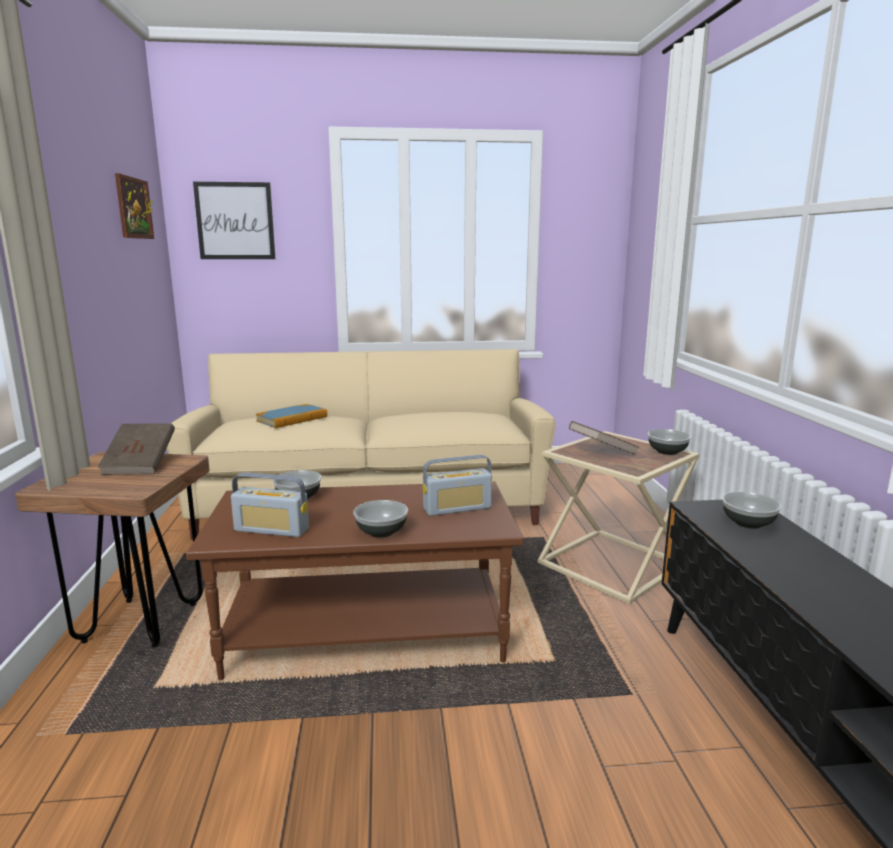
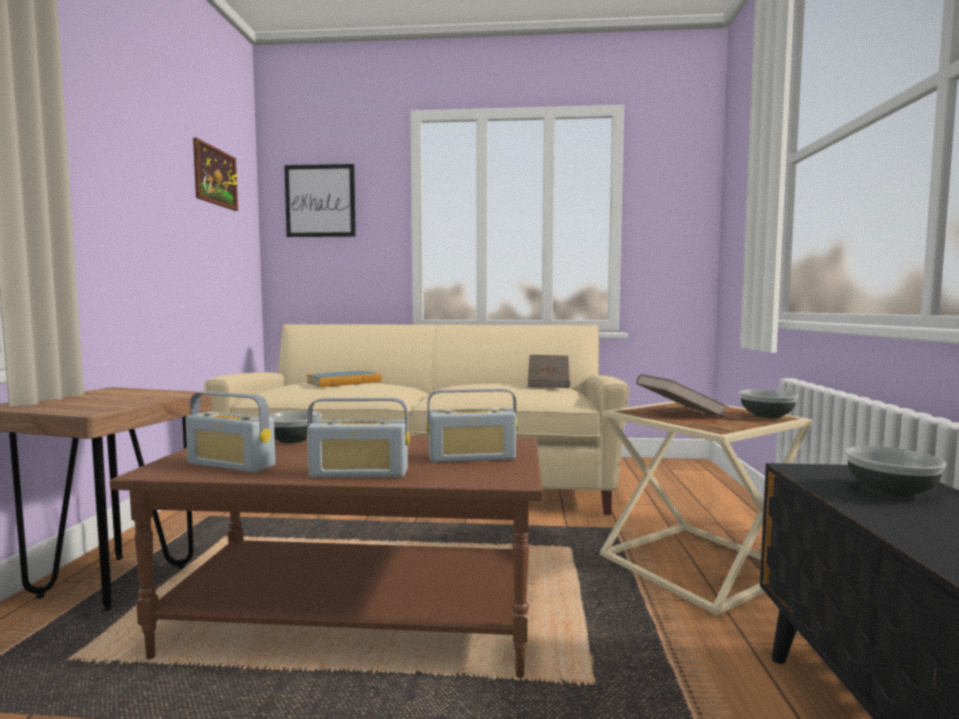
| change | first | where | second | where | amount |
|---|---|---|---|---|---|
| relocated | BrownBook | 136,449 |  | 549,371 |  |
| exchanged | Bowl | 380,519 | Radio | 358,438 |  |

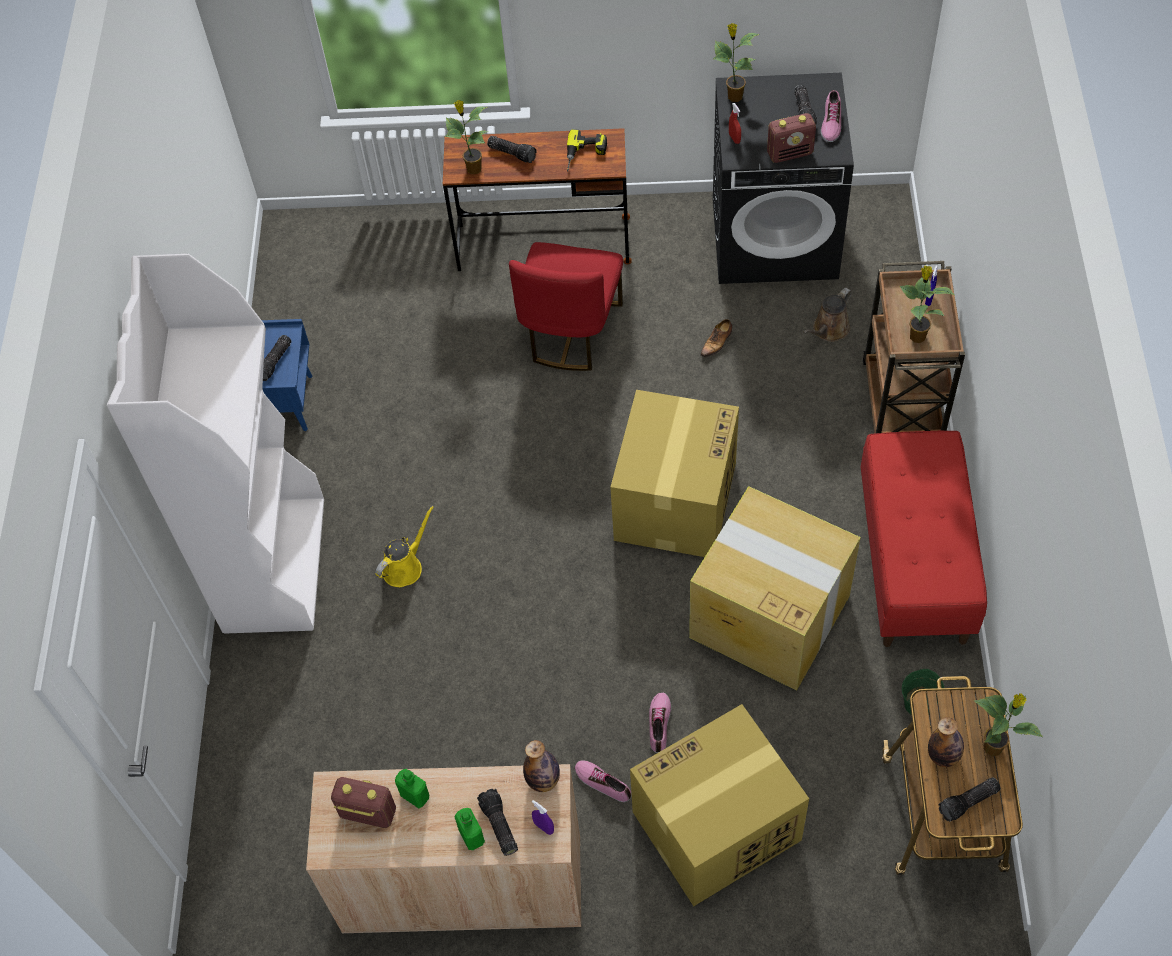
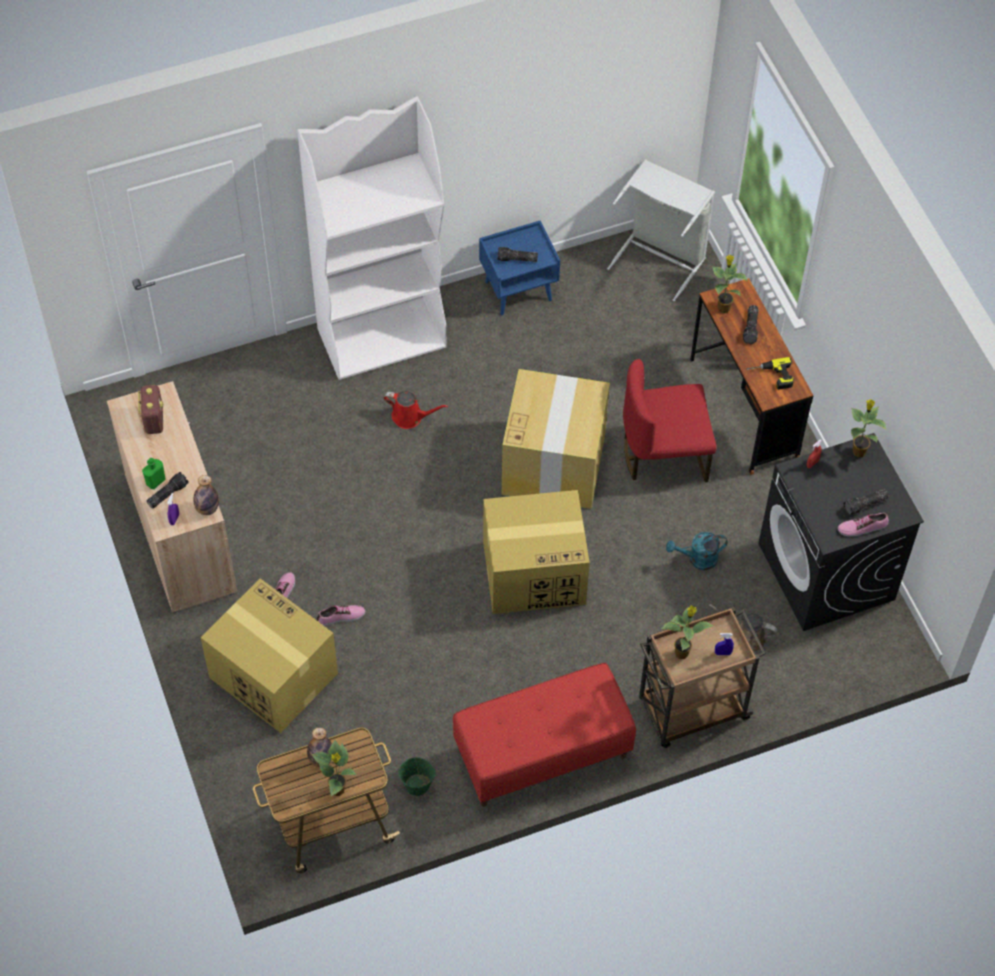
| change | first | where | second | where | amount |
|---|---|---|---|---|---|
| colour | YellowWateringCan | 404,546 | RedWateringCan | 416,410 |  |
| missing | GreenBottle | 412,789 |  |  |  |
| relocated | CardboardBox | 775,588 |  | 556,439 |  |
| exchanged | Shoe | 716,338 | TurquoiseWateringCan | 696,551 |  |
| missing | Radio | 791,138 |  |  |  |
| missing | Flashlight | 969,799 |  |  |  |
| appeared |  |  | GreyLaundryBasket | 661,230 |  |

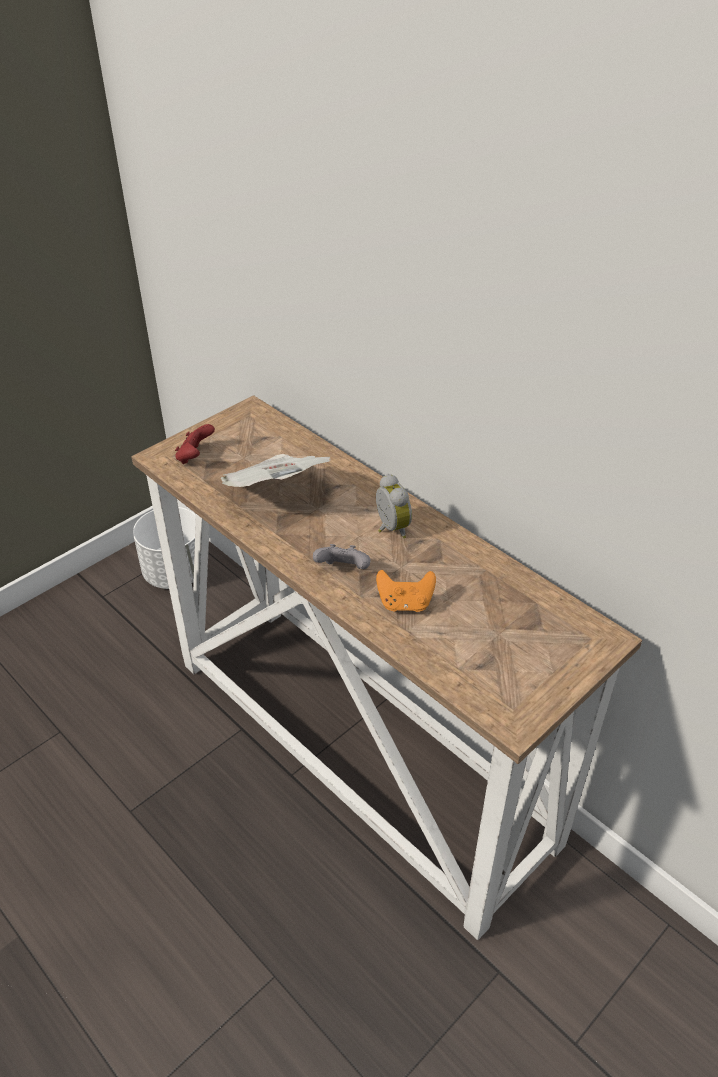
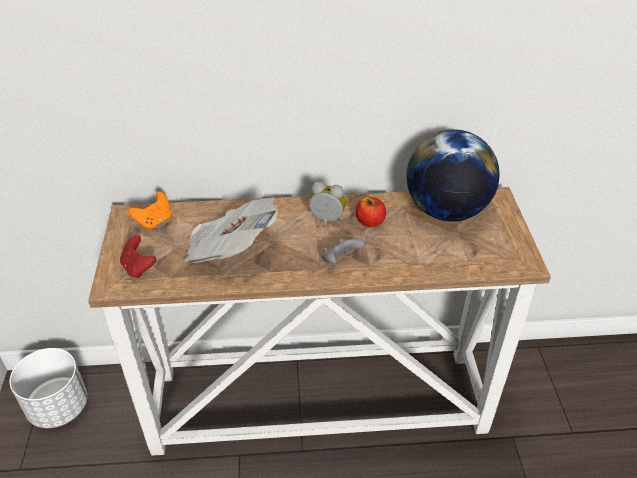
| change | first | where | second | where | amount |
|---|---|---|---|---|---|
| relocated | OrangeGameController | 406,591 |  | 150,211 |  |
| appeared |  |  | Apple | 371,212 |  |
| appeared |  |  | Globe | 453,175 |  |

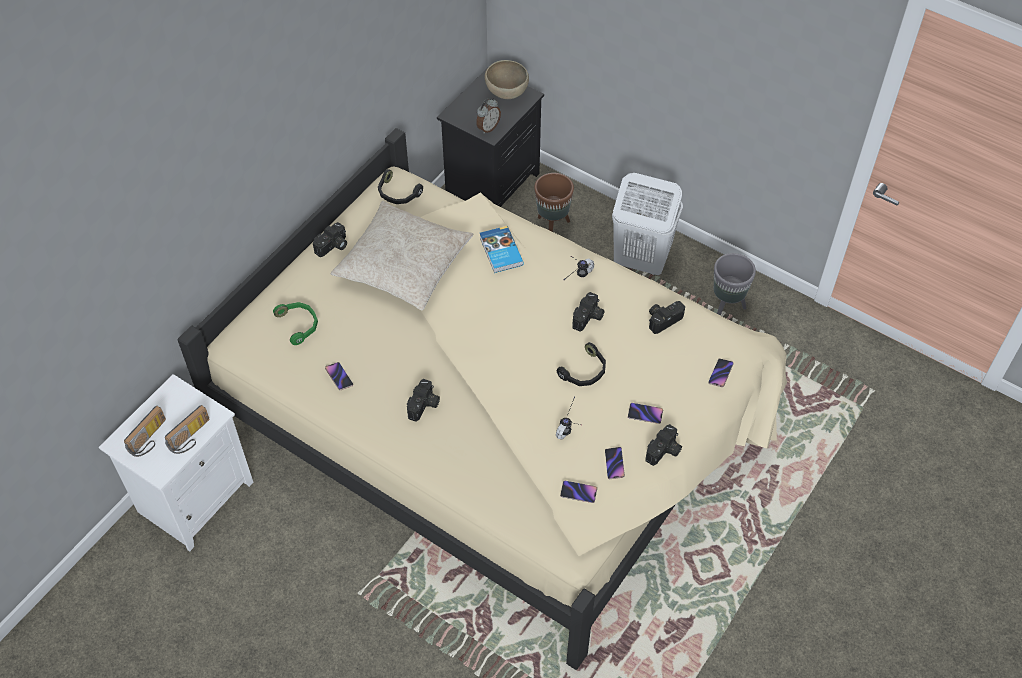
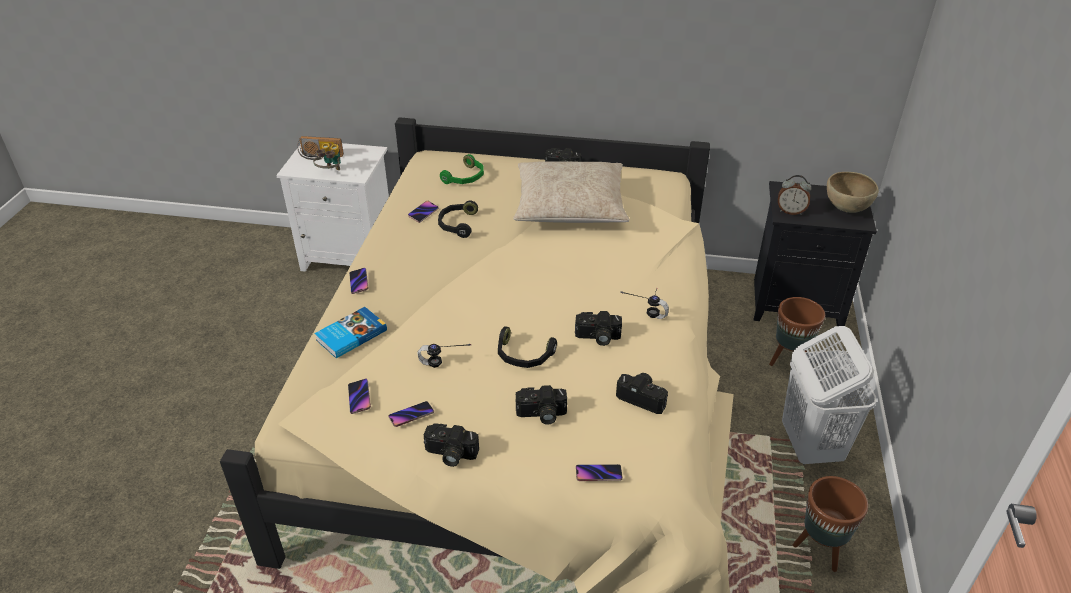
| change | first | where | second | where | amount |
|---|---|---|---|---|---|
| exchanged | Radio | 187,429 | Binoculars | 327,156 |  |
| relocated | BlackHeadphones | 400,186 |  | 458,219 |  |
| relocated | PhotoCamera | 423,400 |  | 541,405 |  |
| relocated | Book | 502,249 |  | 350,332 |  |
| relocated | Phone | 645,413 |  | 359,281 |  |
| colour | GreyPlanter | 734,284 | BrownPlanter | 830,524 |  |

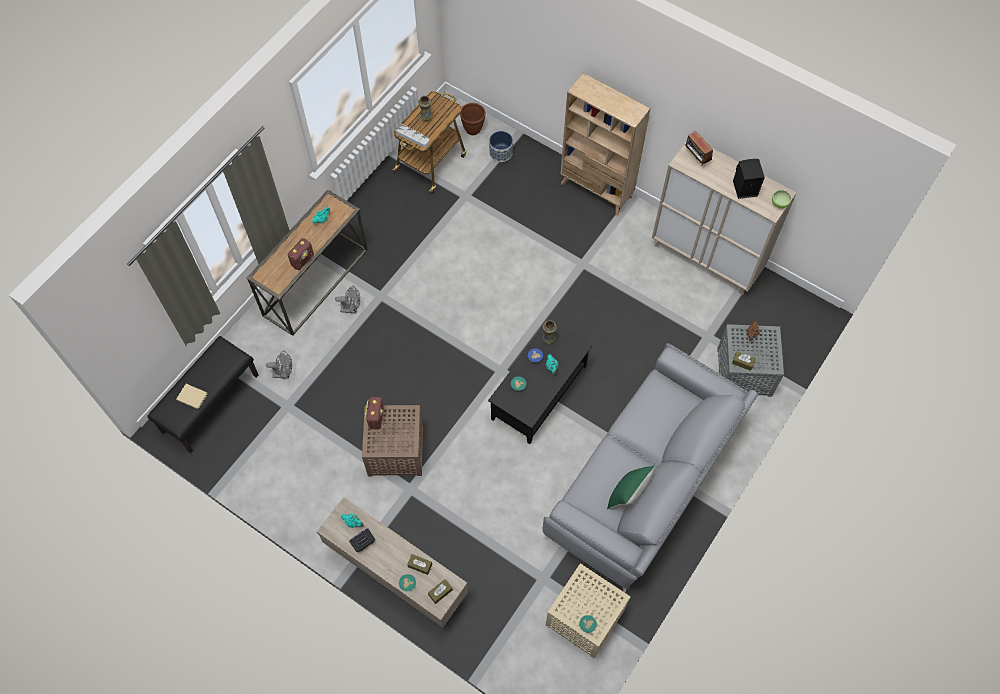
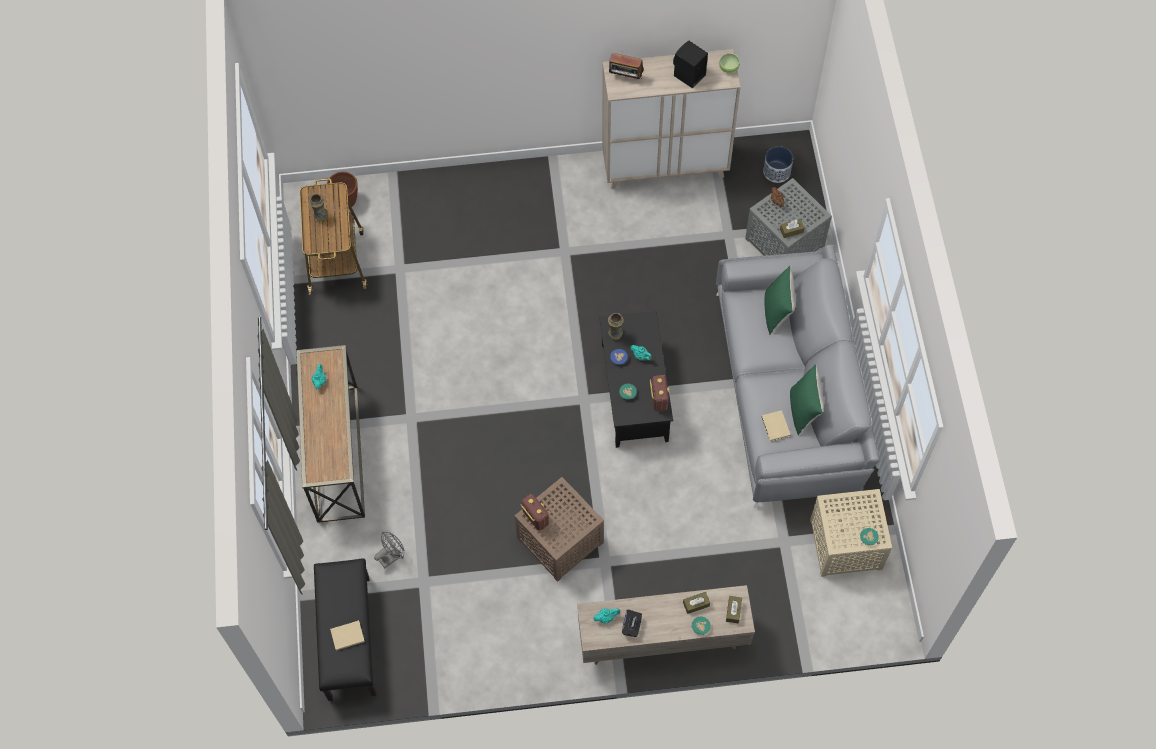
| change | first | where | second | where | amount |
|---|---|---|---|---|---|
| relocated | Radio | 301,254 |  | 660,393 |  |
| missing | GreyFan | 347,299 |  |  |  |
| missing | GreyTray | 412,136 |  |  |  |
| relocated | Planter | 501,146 |  | 778,164 |  |
| missing | BeigeBookcase | 605,144 |  |  |  |
| appeared |  |  | BeigeBook | 776,425 |  |
| appeared |  |  | GreenPillow | 780,300 |  |

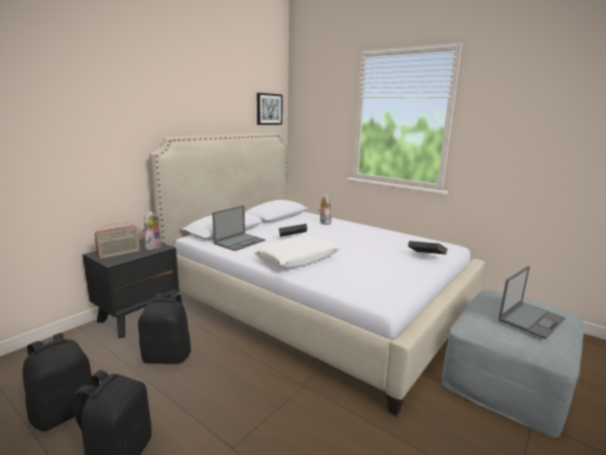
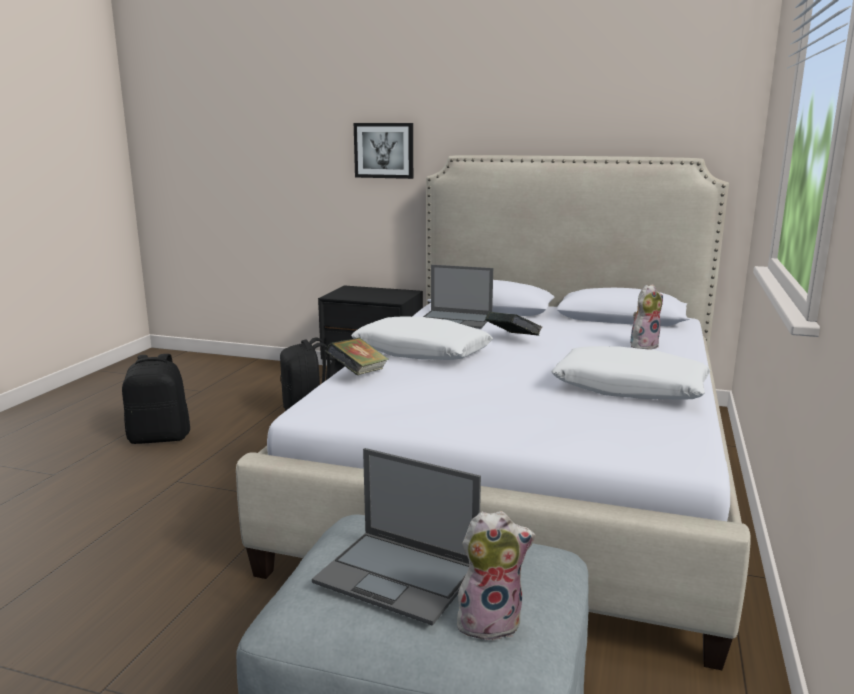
| change | first | where | second | where | amount |
|---|---|---|---|---|---|
| missing | BlackBackpack | 57,382 |  |  |  |
| missing | Radio | 117,240 |  |  |  |
| relocated | PlushToy | 151,230 |  | 496,576 |  |
| relocated | Picture | 270,109 |  | 383,151 |  |
| relocated | Book | 427,247 |  | 357,356 |  |
| appeared |  |  | WhitePillow | 630,373 |  |

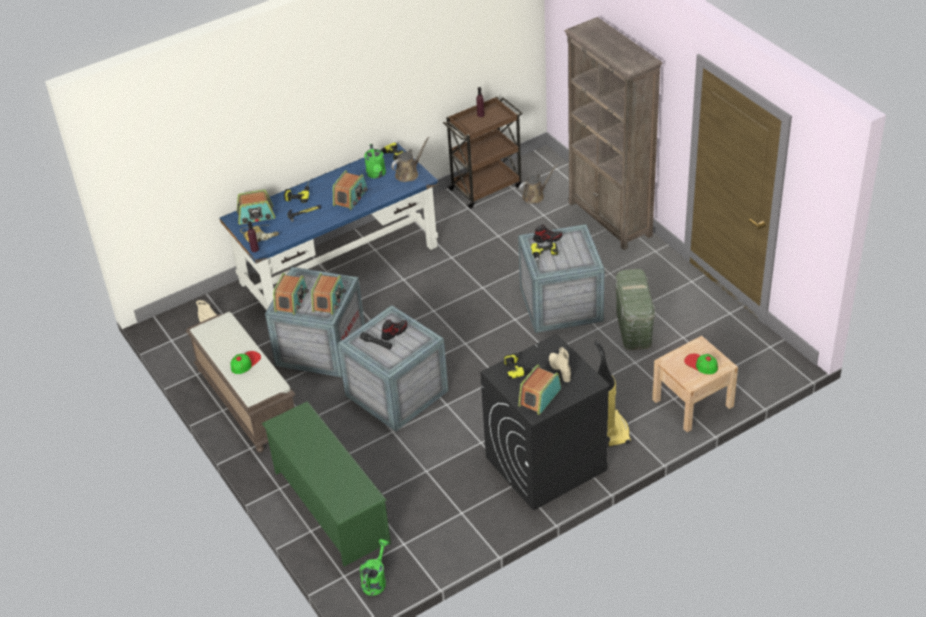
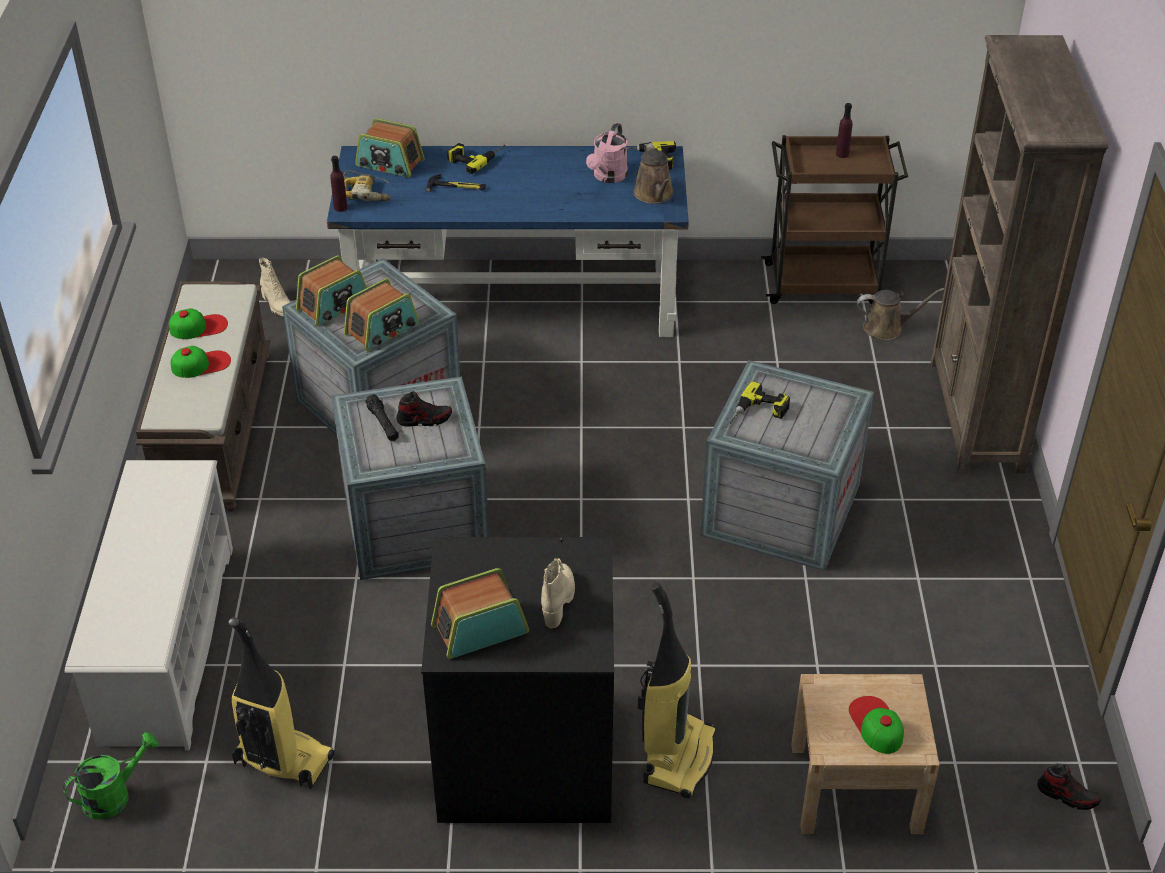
| change | first | where | second | where | amount |
|---|---|---|---|---|---|
| colour | GreenShoeRack | 326,484 | WhiteShoeRack | 149,605 |  |
| missing | Radio | 350,190 |  |  |  |
| colour | GreenWateringCan | 375,161 | PinkWateringCan | 607,153 |  |
| spun | BrownWateringCan | 410,159 |  | 654,173 | 90 degrees clockwise |
| missing | PowerDrill | 525,366 |  |  |  |
| relocated | Shoe | 548,233 |  | 1069,786 |  |
| missing | GreenStorageBox | 635,309 |  |  |  |
| appeared |  |  | Cap | 198,323 |  |
| appeared |  |  | VacuumCleaner | 282,703 |  |

